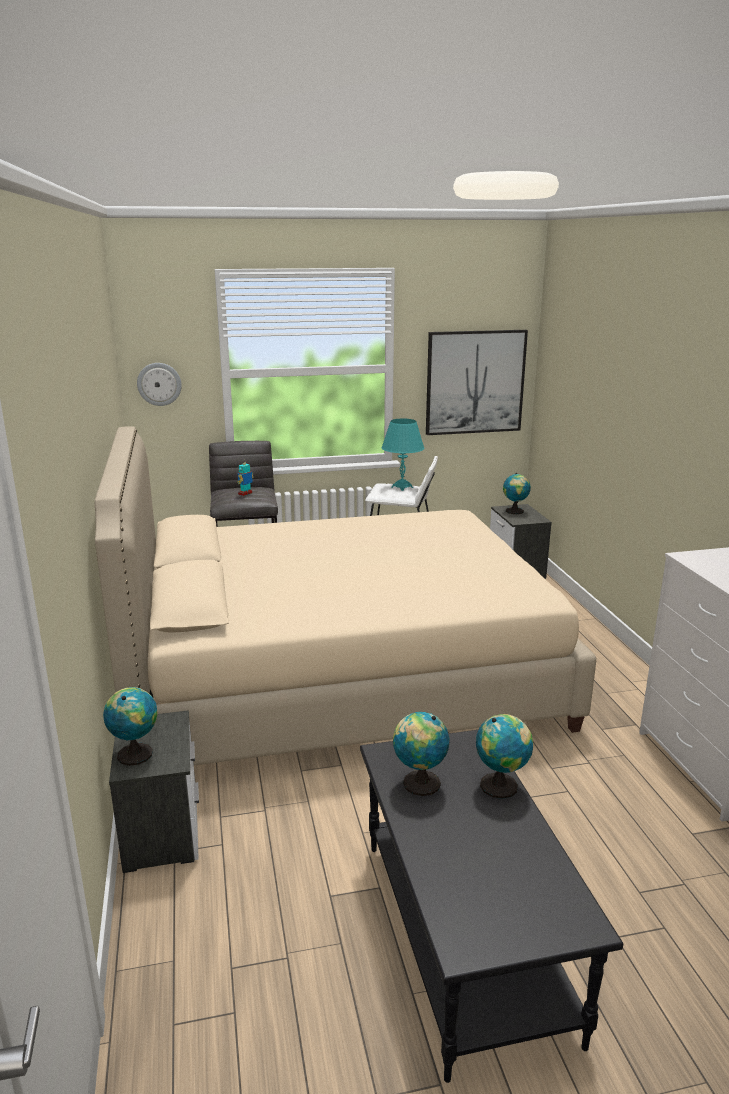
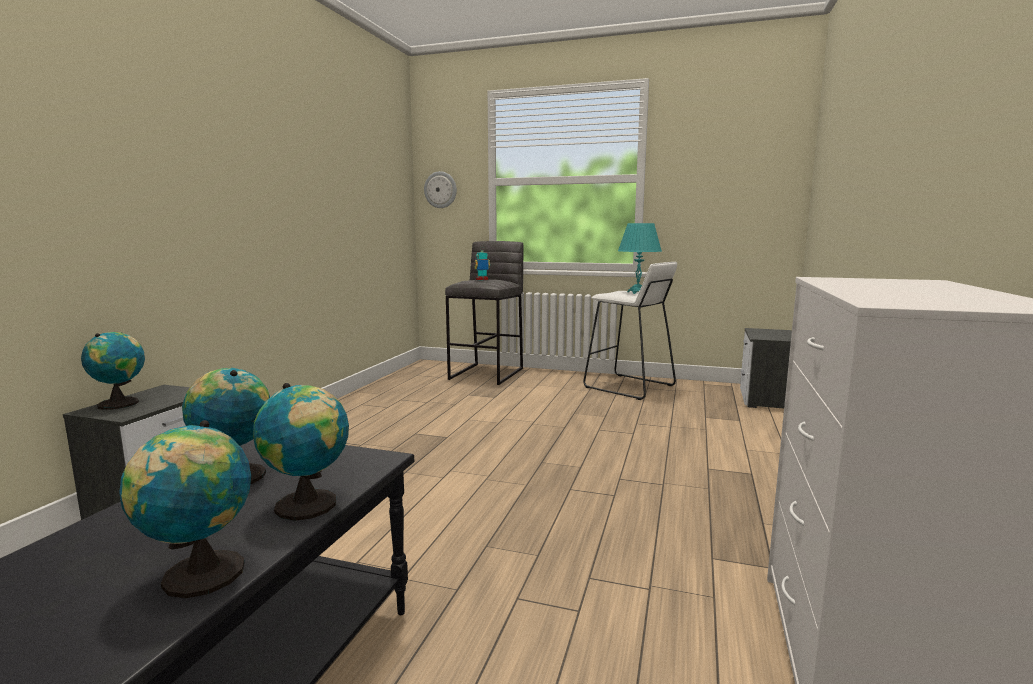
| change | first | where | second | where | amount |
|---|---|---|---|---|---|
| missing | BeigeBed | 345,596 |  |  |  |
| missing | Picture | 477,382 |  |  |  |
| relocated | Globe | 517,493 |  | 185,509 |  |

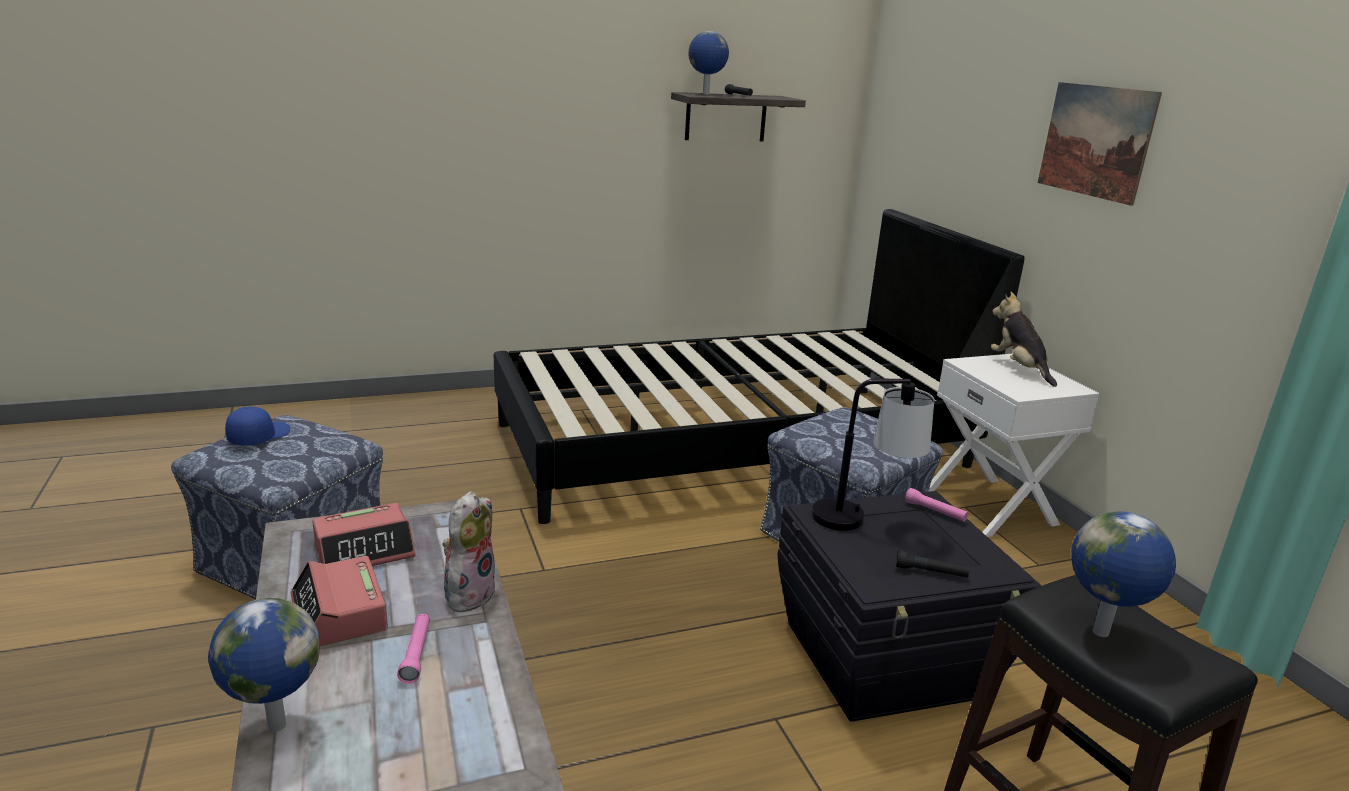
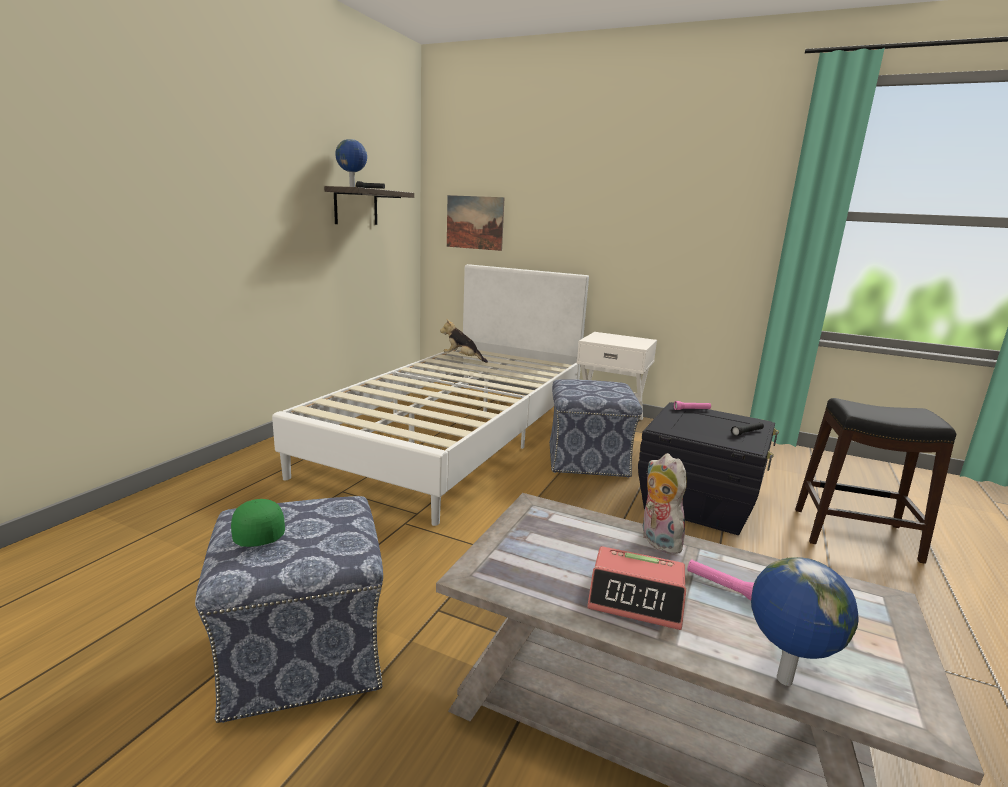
| change | first | where | second | where | amount |
|---|---|---|---|---|---|
| colour | BlueCap | 257,426 | GreenCap | 258,523 |  |
| missing | AlarmClock | 363,534 |  |  |  |
| colour | BlackBed | 759,366 | WhiteBed | 430,395 |  |
| missing | TableLamp | 872,455 |  |  |  |
| relocated | PlushToy | 1024,339 |  | 464,341 |  |
| relocated | Picture | 1100,144 |  | 476,223 |  |
| missing | Globe | 1123,574 |  |  |  |

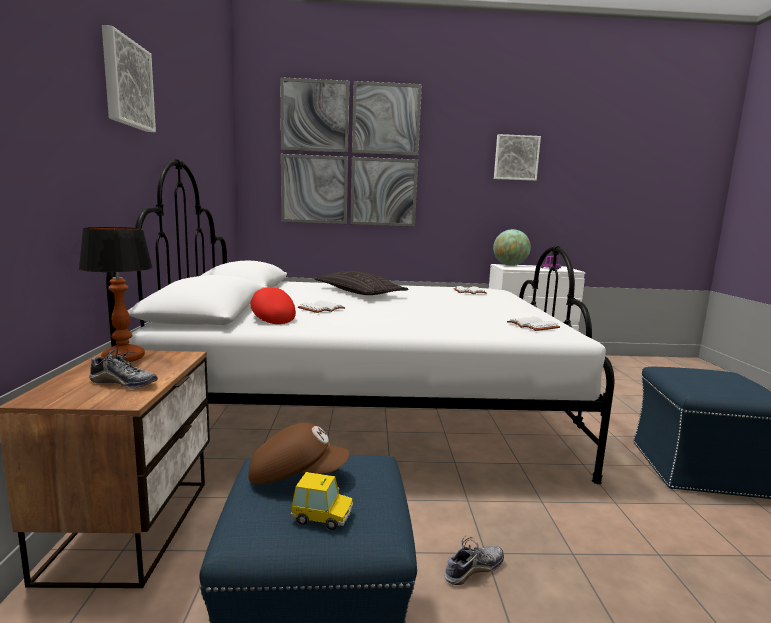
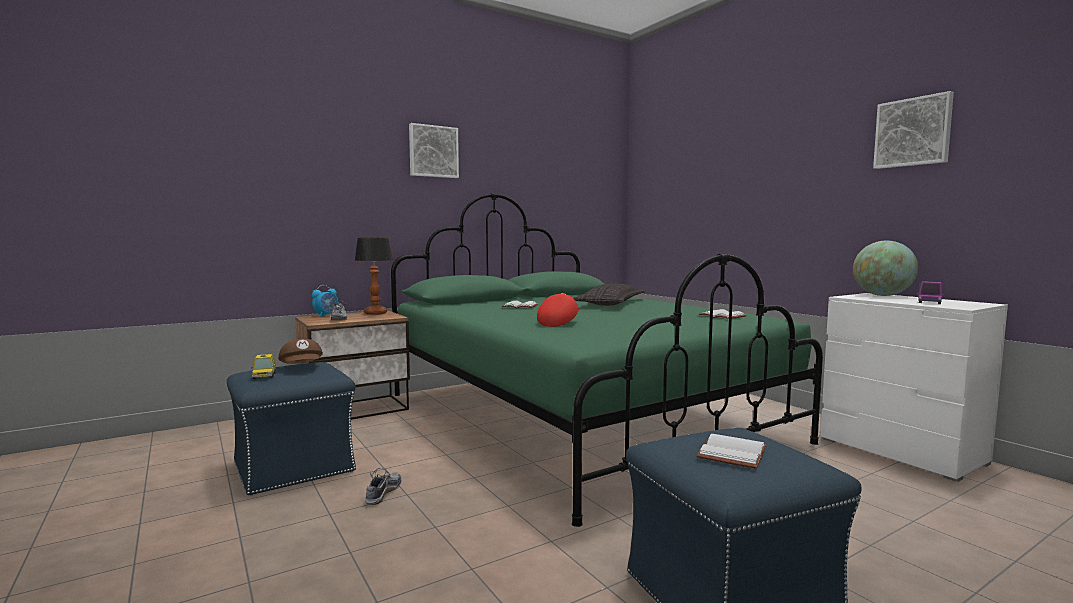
| change | first | where | second | where | amount |
|---|---|---|---|---|---|
| colour | WhiteBed | 360,321 | GreenBed | 607,360 |  |
| relocated | RedCap | 273,305 |  | 558,310 |  |
| missing | Picture | 351,152 |  |  |  |
| spun | Shoe | 474,560 |  | 383,486 | 105 degrees counterclockwise |
| relocated | WhiteBook | 533,324 |  | 732,451 |  |
| appeared |  |  | AlarmClock | 325,301 |  |

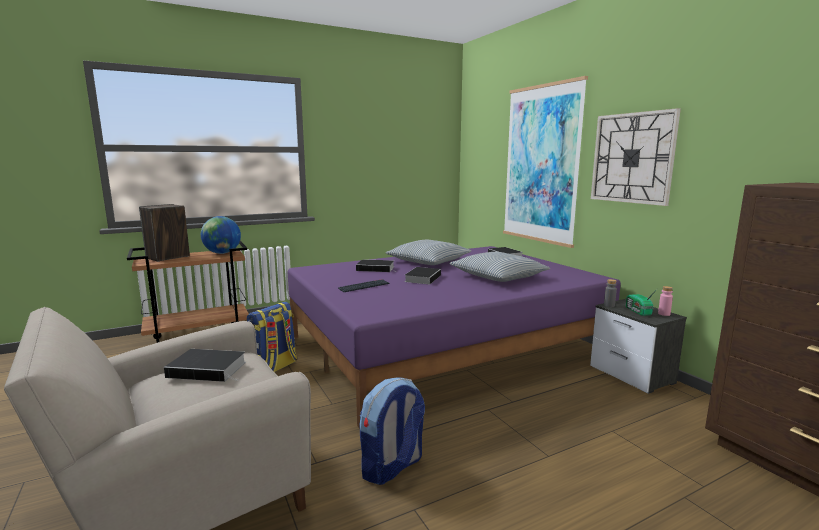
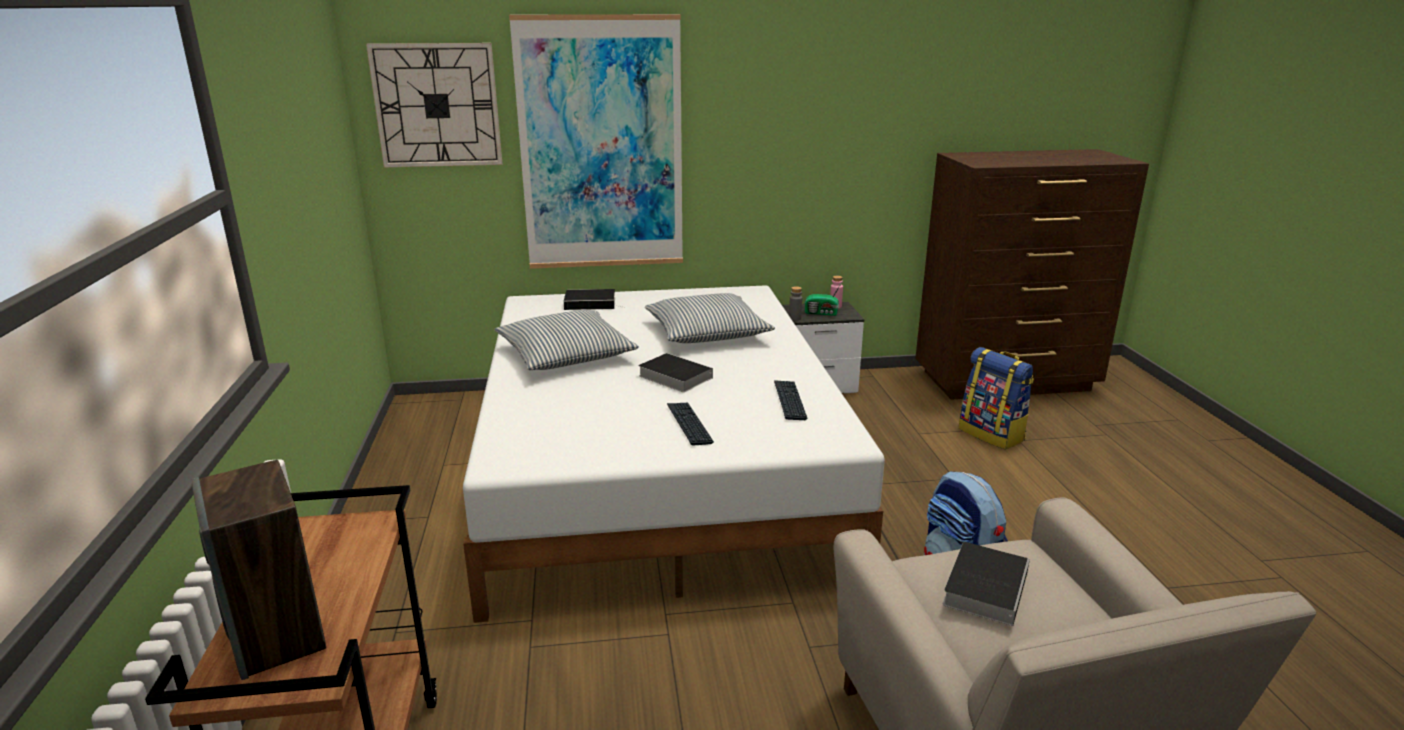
| change | first | where | second | where | amount |
|---|---|---|---|---|---|
| missing | Globe | 221,235 |  |  |  |
| relocated | Backpack | 272,337 |  | 996,398 |  |
| colour | PurpleBed | 454,337 | WhiteBed | 674,454 |  |
| missing | Book | 376,265 |  |  |  |
| relocated | WallClock | 636,157 |  | 434,105 |  |
| appeared |  |  | Keyboard | 790,400 |  |

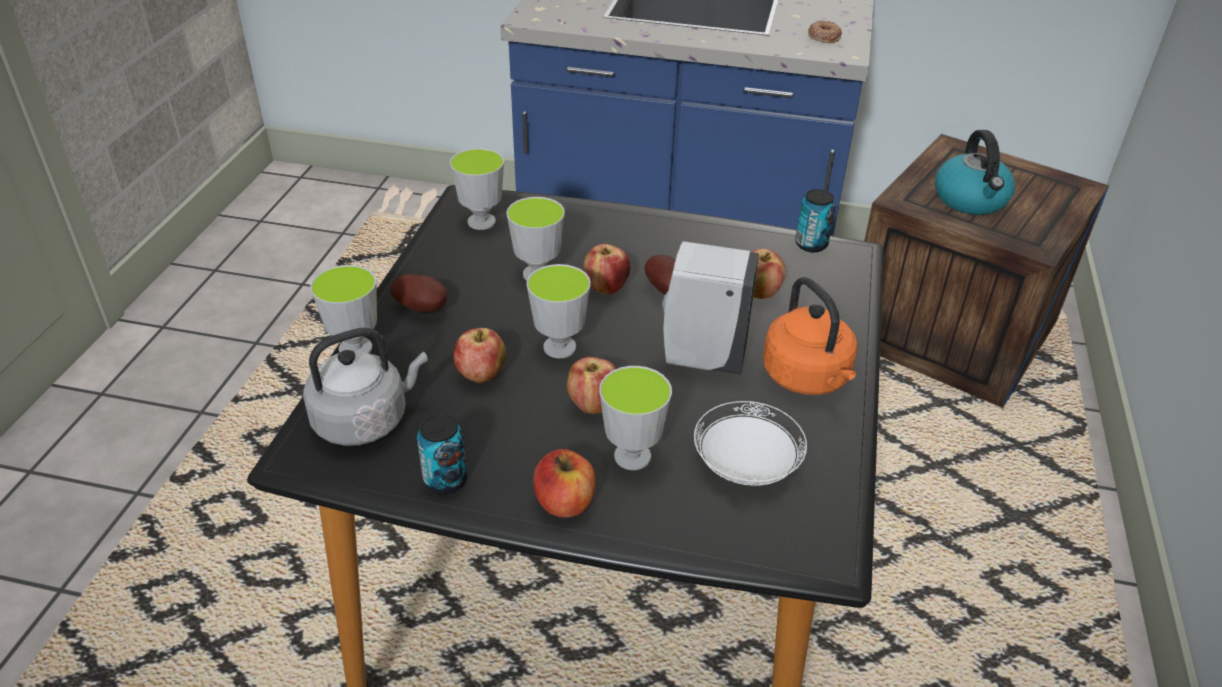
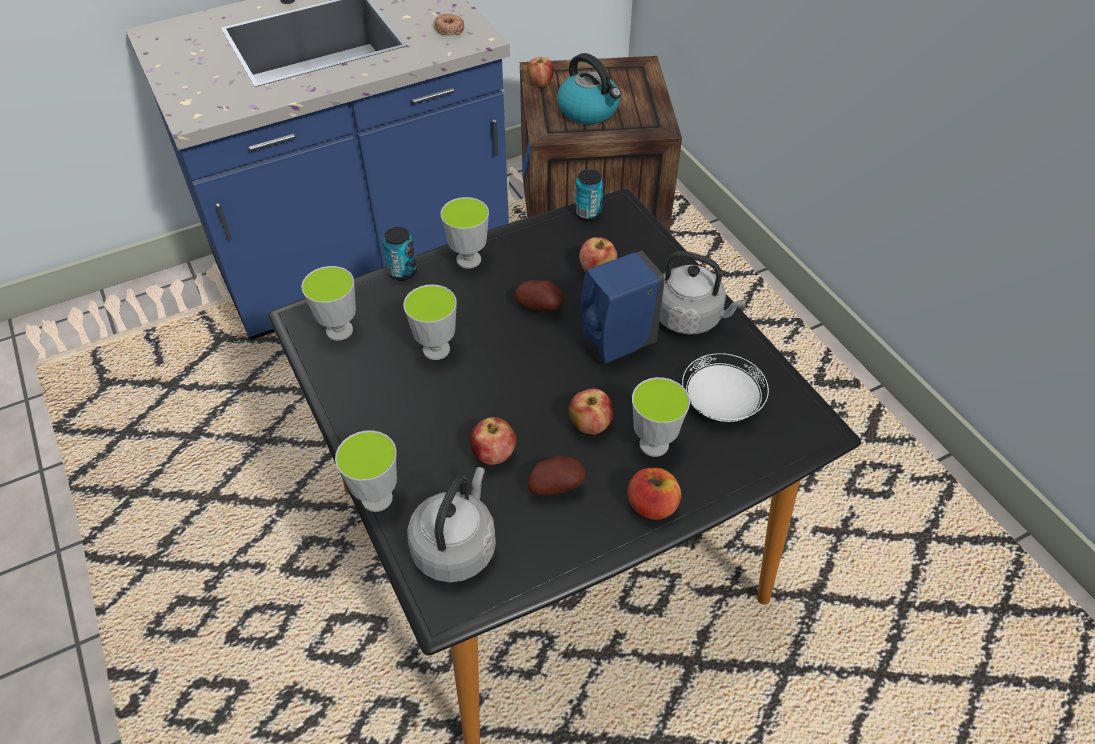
| change | first | where | second | where | amount |
|---|---|---|---|---|---|
| relocated | Potato | 419,293 |  | 557,475 |  |
| relocated | Can | 442,454 |  | 400,254 |  |
| relocated | Cup | 558,311 |  | 465,233 |  |
| relocated | Apple | 606,269 |  | 540,72 |  |
| colour | WhiteSoapDispenser | 711,307 | BlueSoapDispenser | 622,307 |  |
| colour | OrangeKettle | 810,336 | GreyKettle | 703,293 |  |

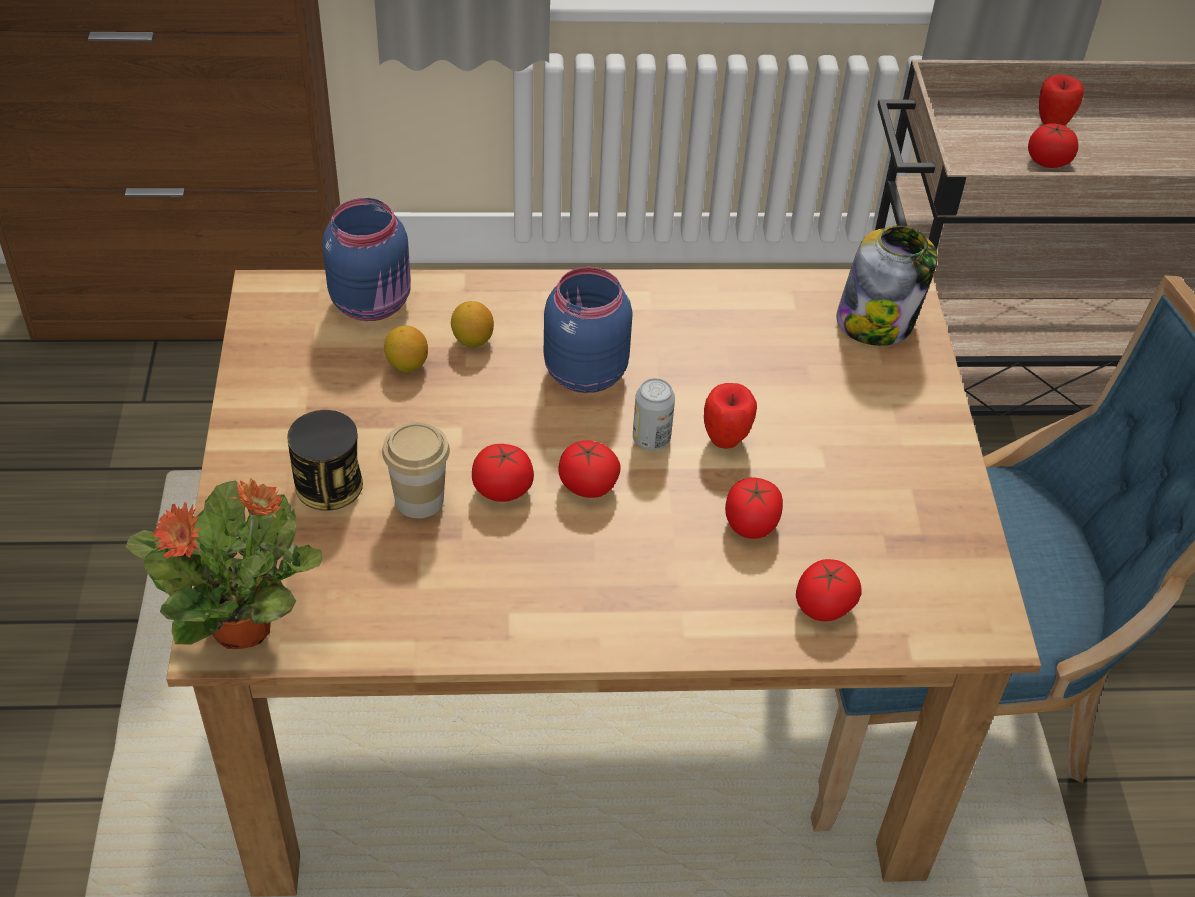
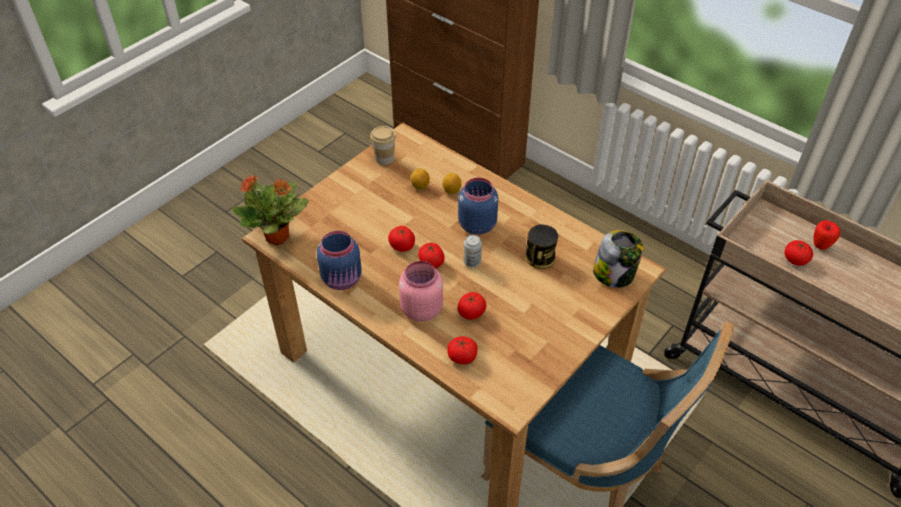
| change | first | where | second | where | amount |
|---|---|---|---|---|---|
| relocated | Can | 325,460 |  | 542,247 |  |
| relocated | BlueJar | 366,259 |  | 339,260 |  |
| relocated | Cup | 416,470 |  | 383,145 |  |
| missing | Apple | 730,416 |  |  |  |
| appeared |  |  | PinkJar | 421,291 |  |

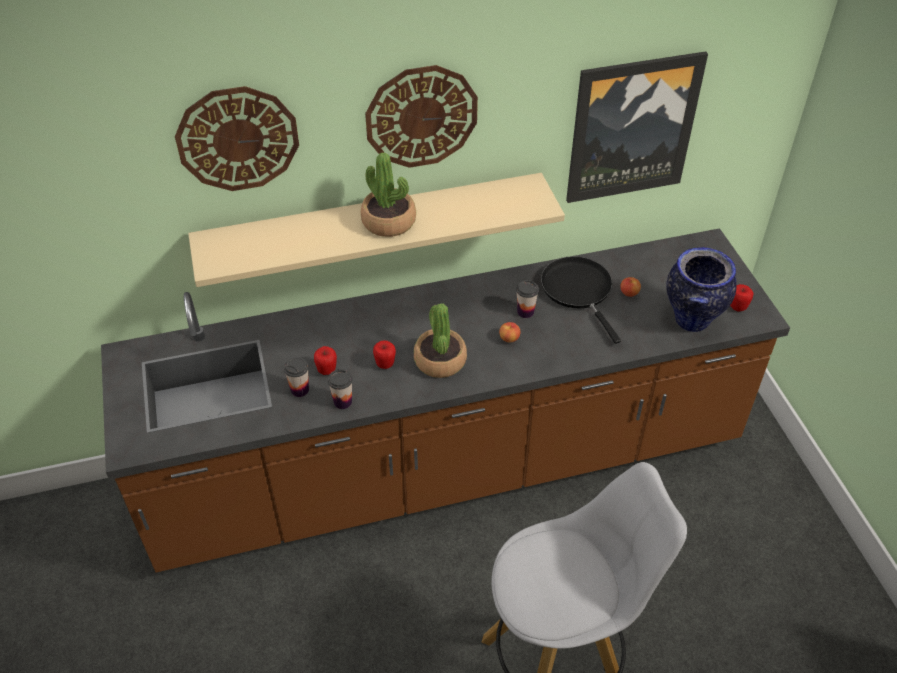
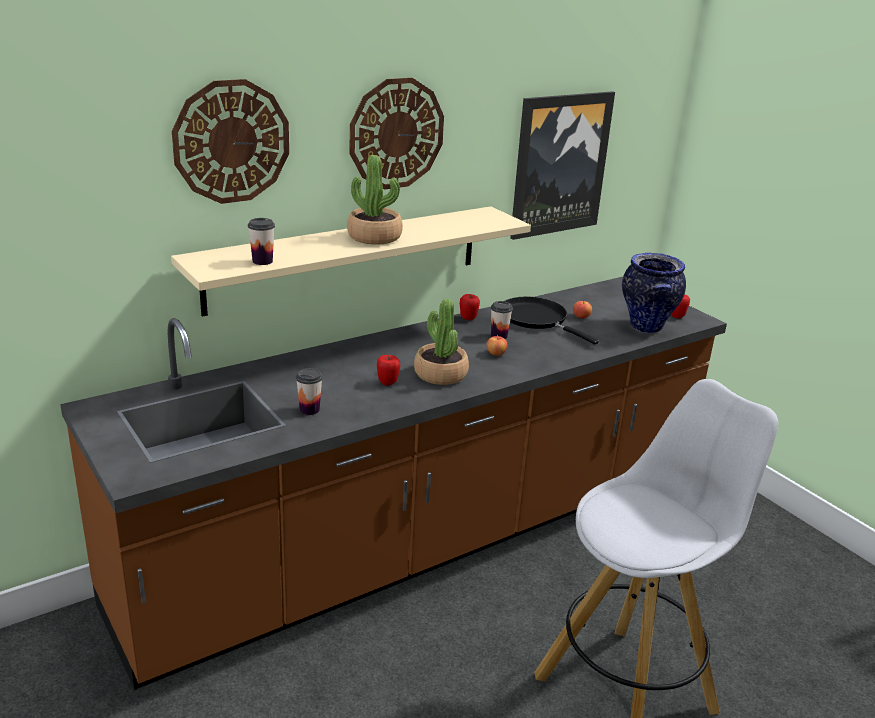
| change | first | where | second | where | amount |
|---|---|---|---|---|---|
| relocated | Apple | 325,360 |  | 470,307 |  |
| relocated | Cup | 340,389 |  | 261,241 |  |

